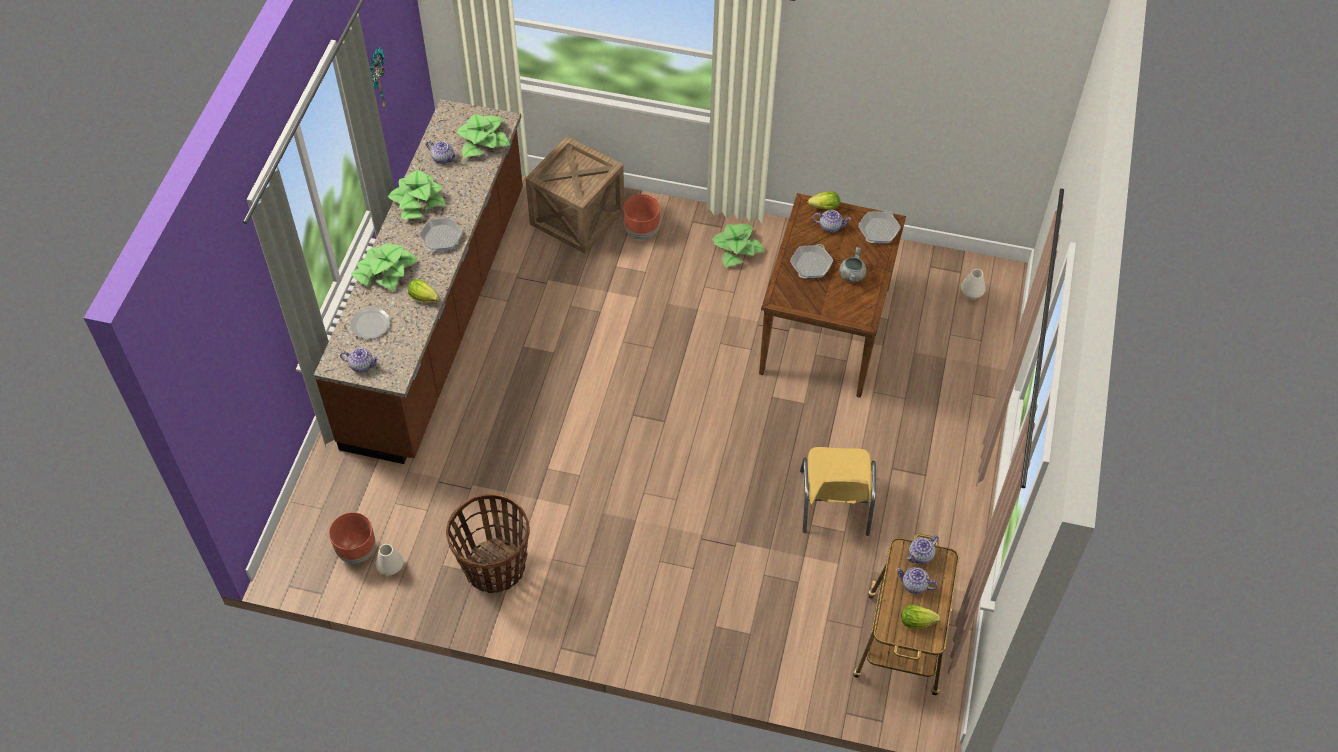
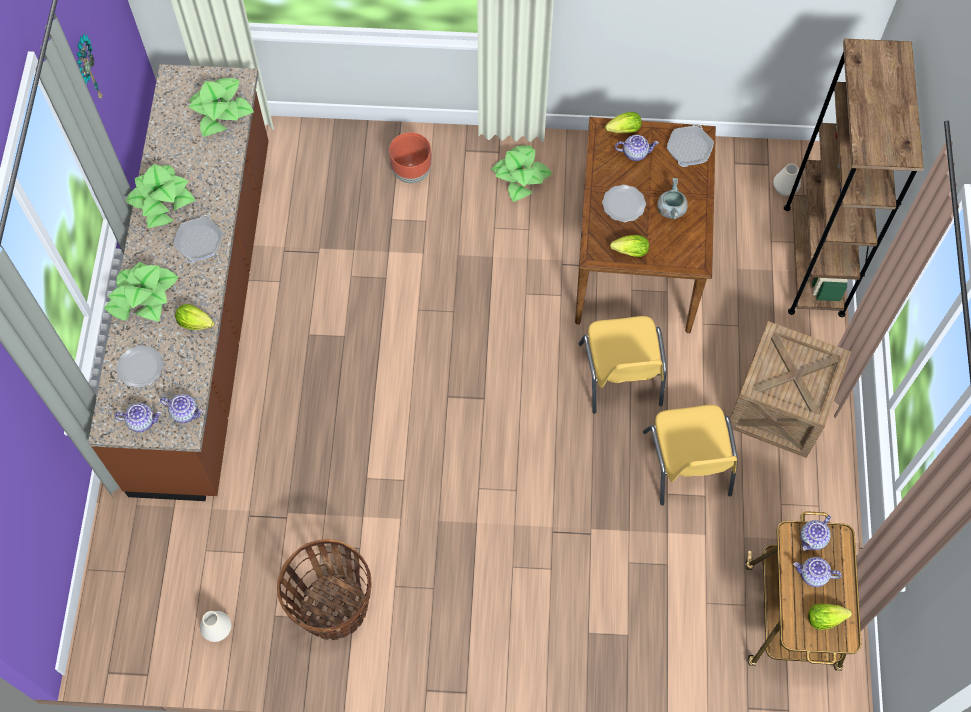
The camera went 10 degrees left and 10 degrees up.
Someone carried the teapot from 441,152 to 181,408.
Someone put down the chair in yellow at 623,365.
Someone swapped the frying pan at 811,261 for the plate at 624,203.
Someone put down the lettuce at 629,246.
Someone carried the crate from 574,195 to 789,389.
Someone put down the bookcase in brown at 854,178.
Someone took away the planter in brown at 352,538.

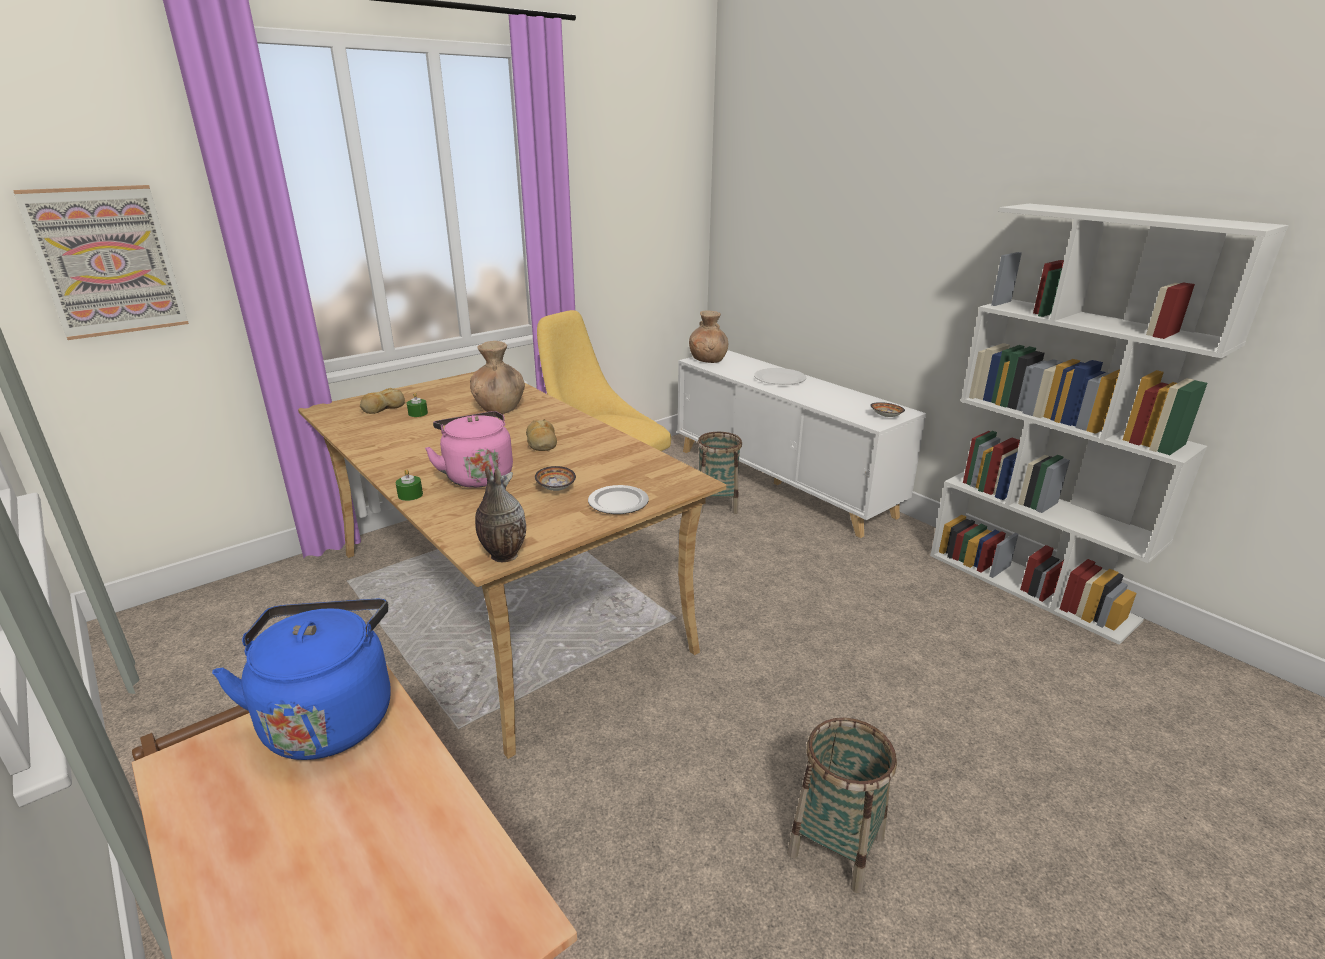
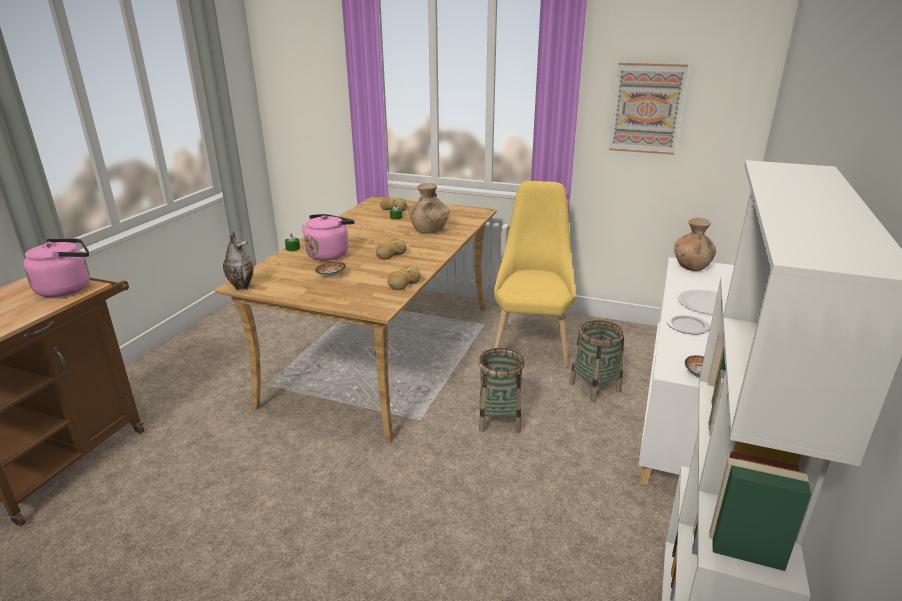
The camera went 60 degrees right and 0 degrees up.
Someone repainted the kettle in blue at 301,679, which became the kettle in pink at 56,267.
Someone put down the bread at 404,277.
Someone carried the basket from 842,805 to 501,390.
Someone carried the picture from 101,262 to 648,109.
Someone carried the plate from 618,499 to 688,324.

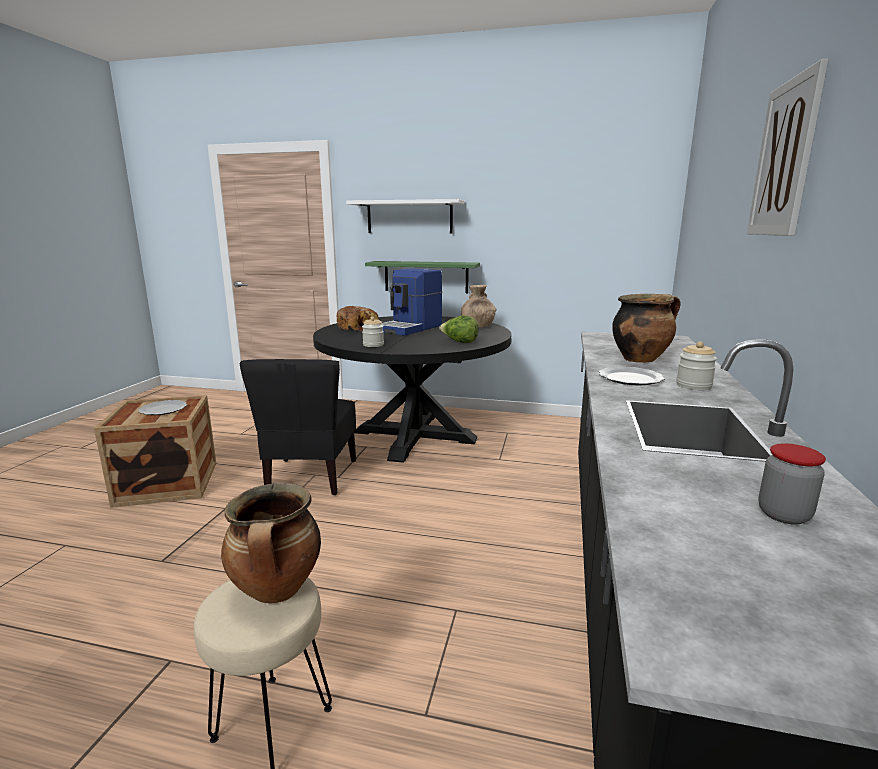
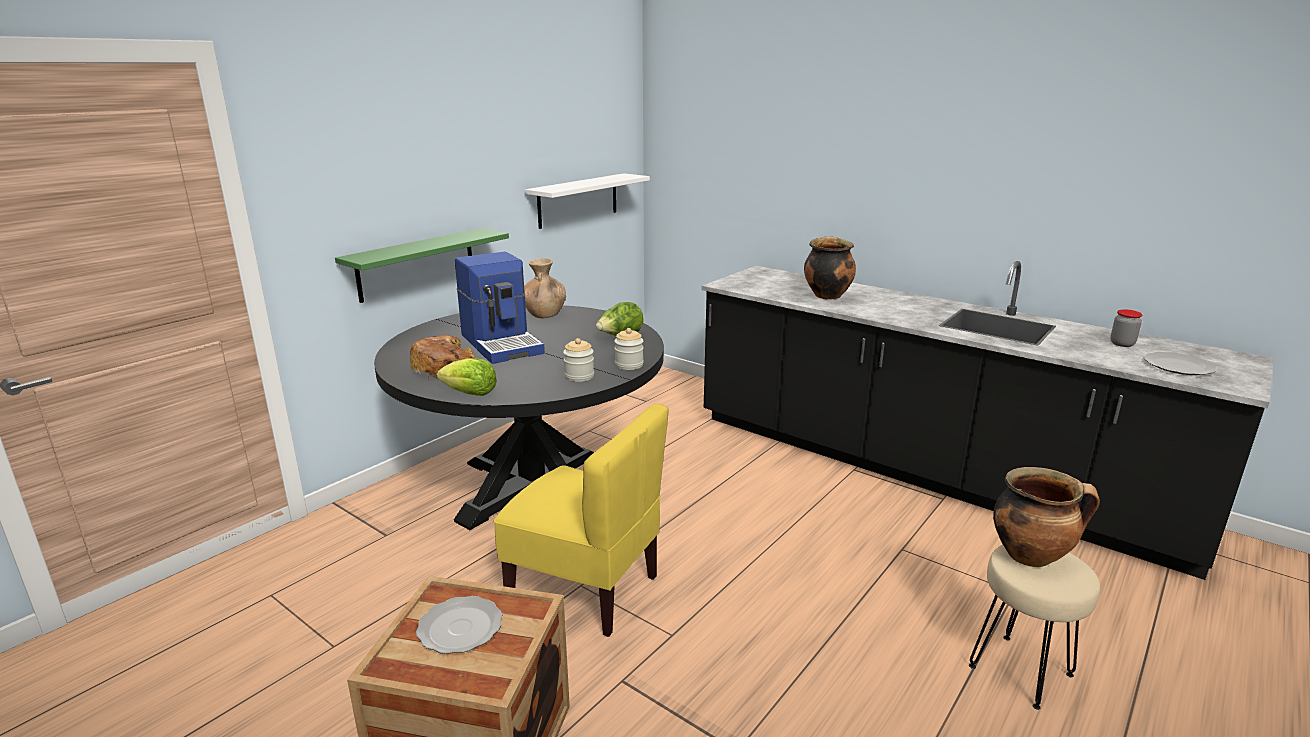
The camera went 65 degrees left and 5 degrees up.
Someone put down the lettuce at 467,377.
Someone repainted the chair in black at 298,427, which became the chair in yellow at 581,520.
Someone carried the shelf in white from 405,216 to 587,201.
Someone carried the jar from 696,366 to 629,349.
Someone carried the plate from 632,376 to 1180,363.
Someone took away the picture at 787,147.

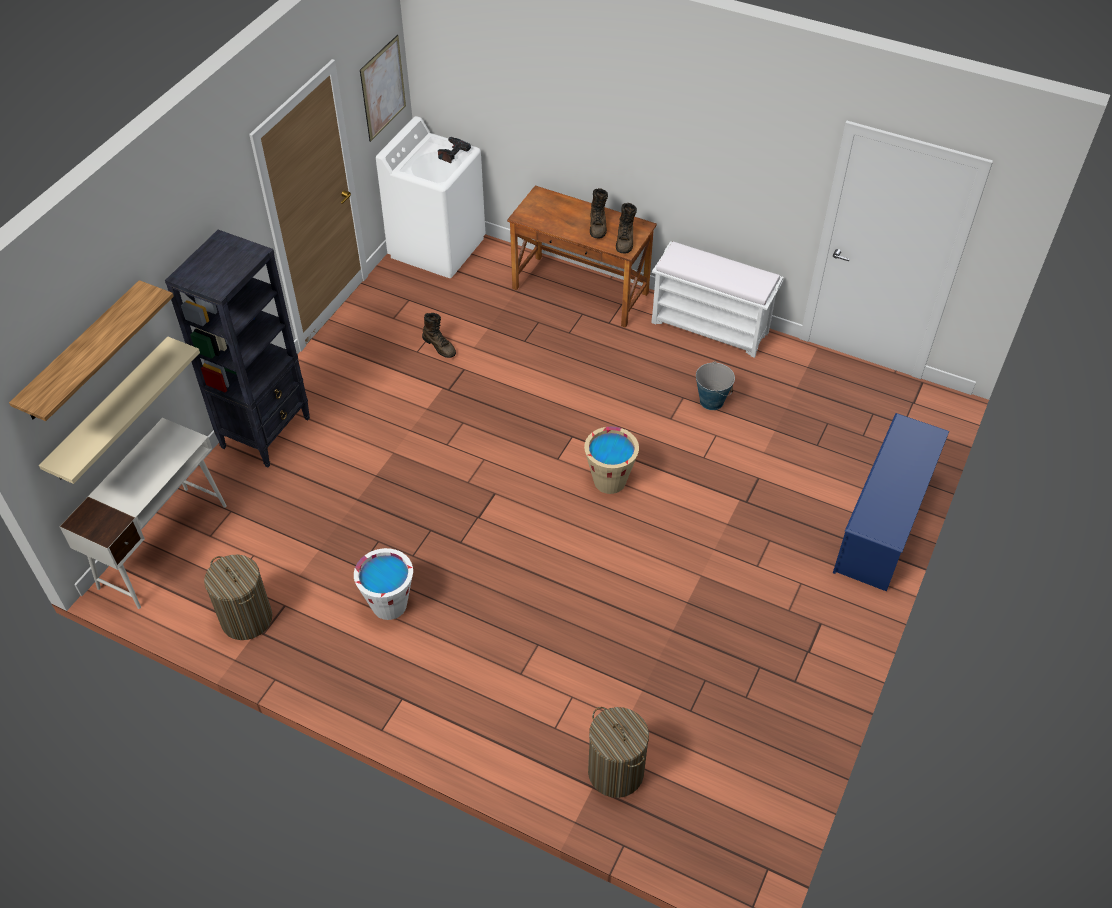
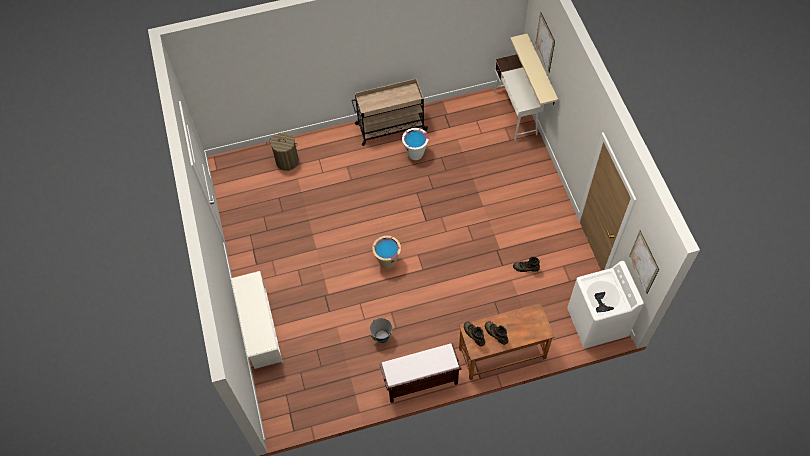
The camera went 140 degrees right and 10 degrees up.
Someone repainted the shoe rack in blue at 891,502, which became the shoe rack in white at 257,320.
Someone put down the cart in beige at 389,112.
Someone repainted the bench in white at 717,299, which became the bench in brown at 420,373.
Someone swapped the shelf at 91,350 for the picture at 545,42.
Someone took away the bookcase in black at 237,348.
Someone took away the laundry basket at 238,597.

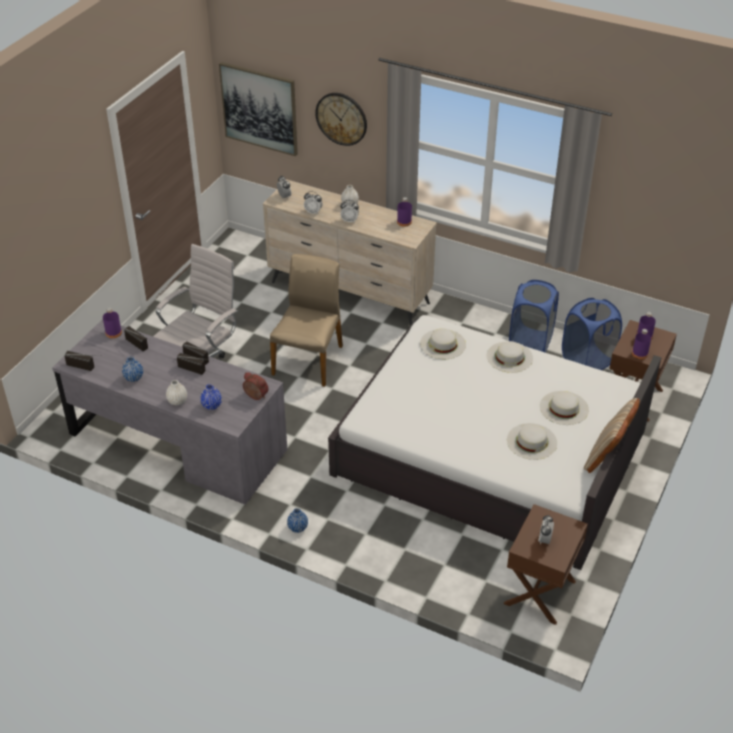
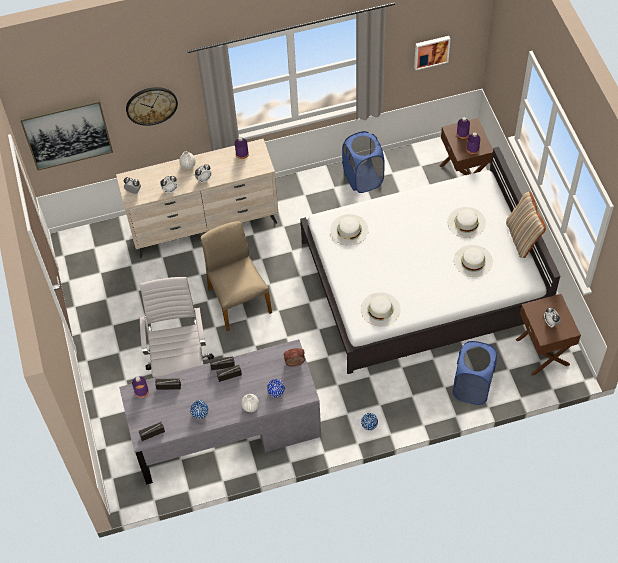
The camera went 40 degrees left and 15 degrees up.
Someone carried the hat in white from 509,357 to 380,309.
Someone put up the picture at 432,53.
Someone carried the laundry basket in blue from 592,334 to 475,373.

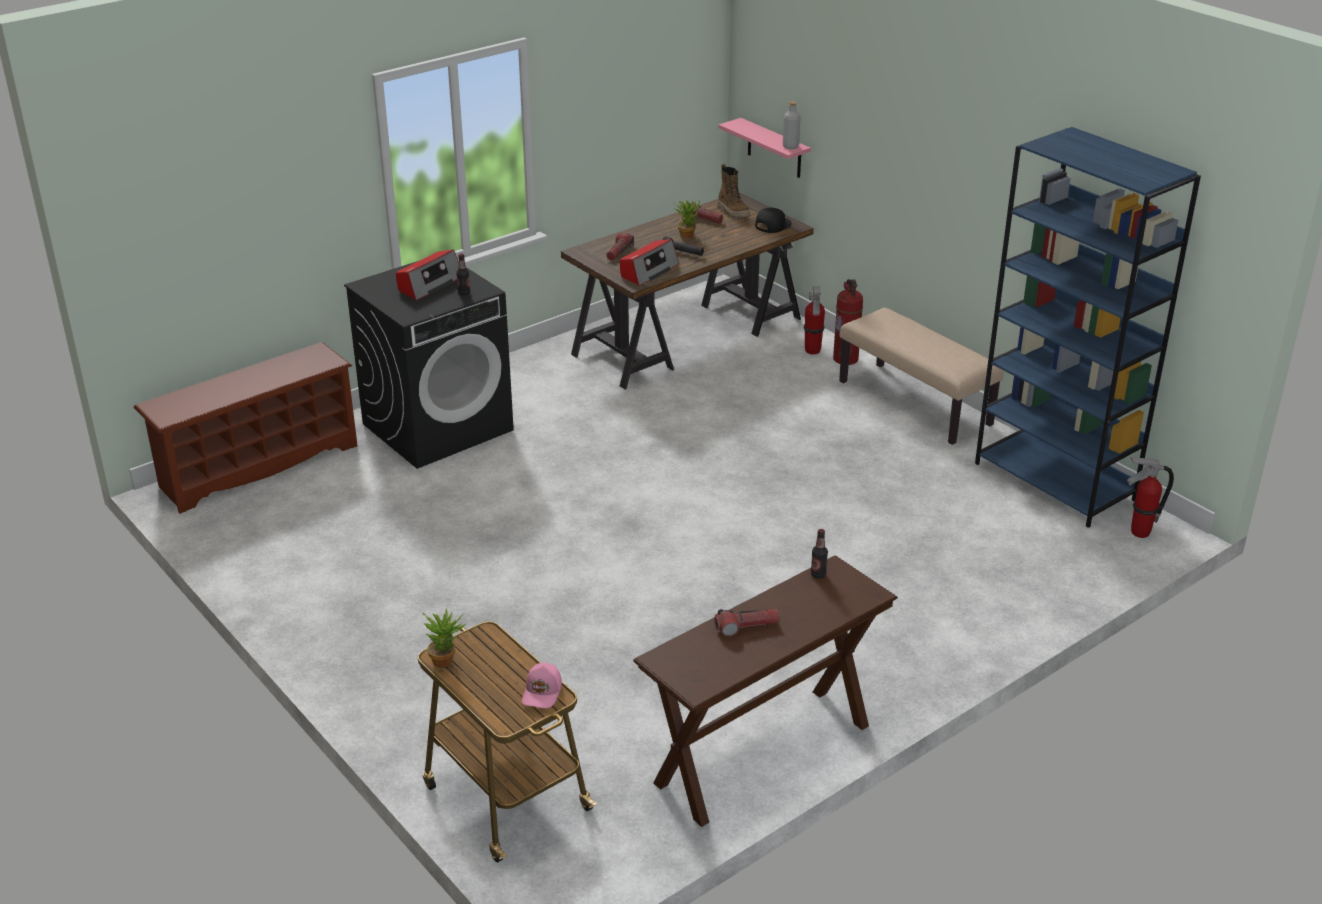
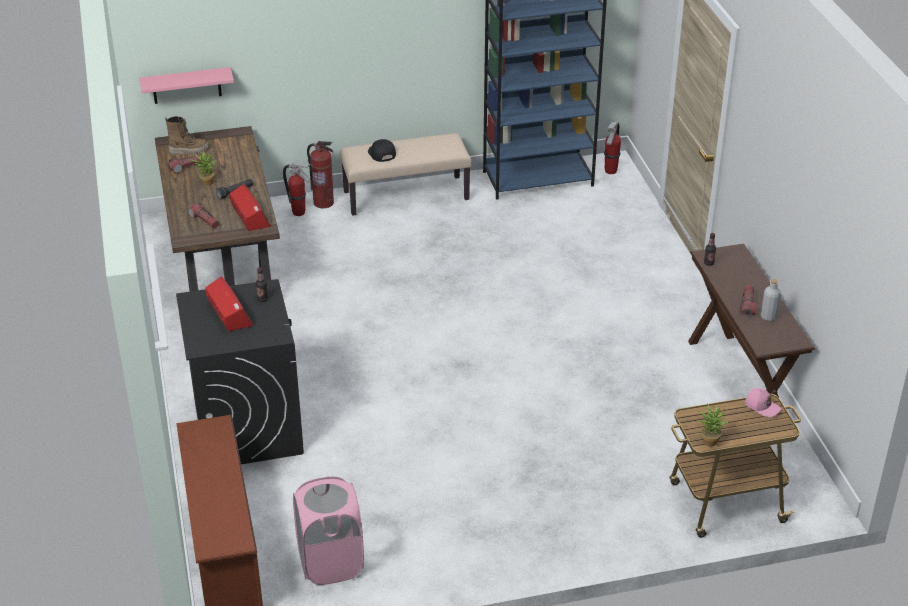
The camera went 65 degrees left and 5 degrees up.
Someone put down the laundry basket in pink at 328,530.
Someone carried the cap in black from 773,220 to 382,150.
Someone carried the bottle in grey from 792,125 to 771,300.

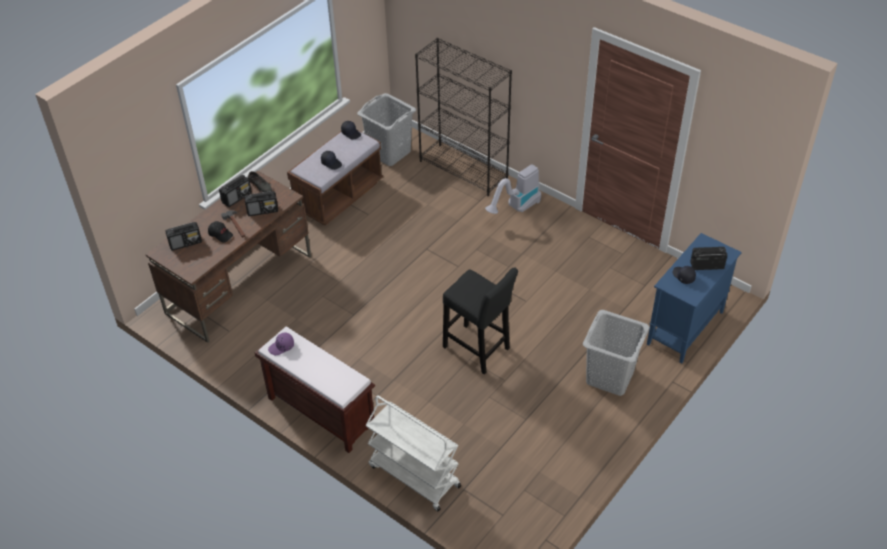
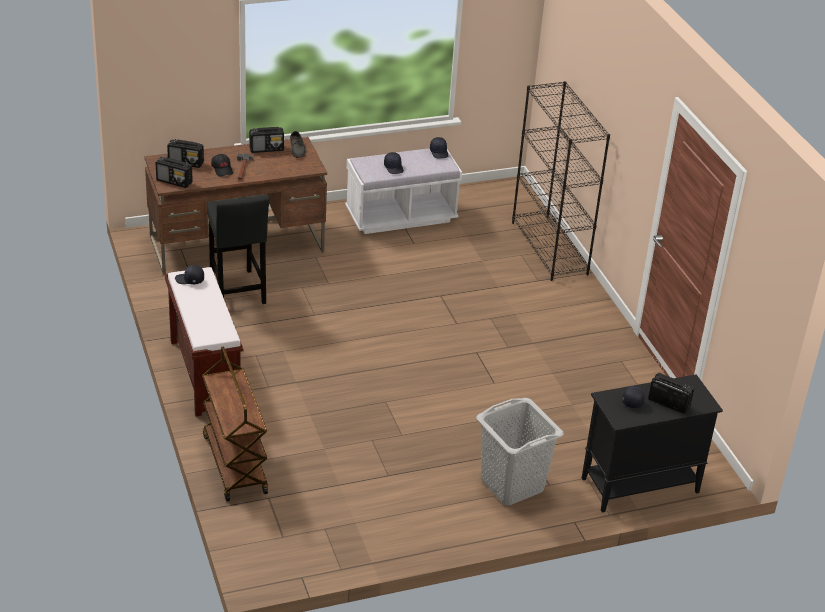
The camera went 30 degrees right and 10 degrees down.
Someone carried the radio from 261,203 to 174,172.
Someone repainted the cap in purple at 281,344, which became the cap in black at 189,274.
Someone repainted the cart in white at 413,453, which became the cart in brown at 235,423.
Someone carried the stool in black from 480,320 to 238,249.
Someone repainted the bench in brown at 335,178, which became the bench in white at 403,191.
Someone repainted the cabinet in blue at 694,298, which became the cabinet in black at 652,443.
Someone took away the laundry basket in grey at 386,129.
Someone took away the vacuum cleaner at 513,189.

